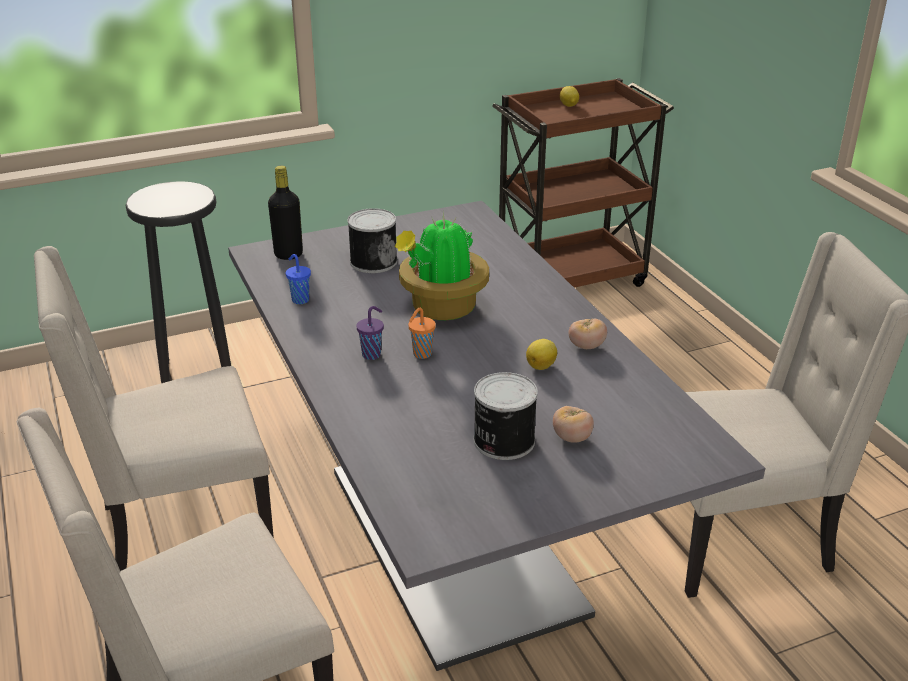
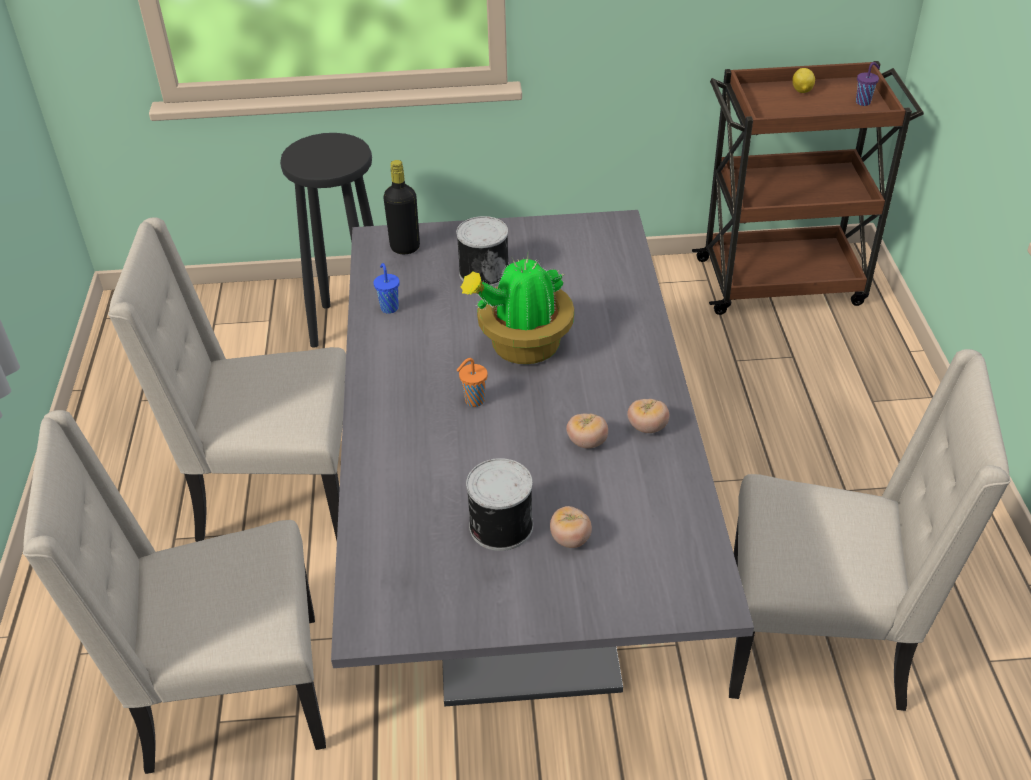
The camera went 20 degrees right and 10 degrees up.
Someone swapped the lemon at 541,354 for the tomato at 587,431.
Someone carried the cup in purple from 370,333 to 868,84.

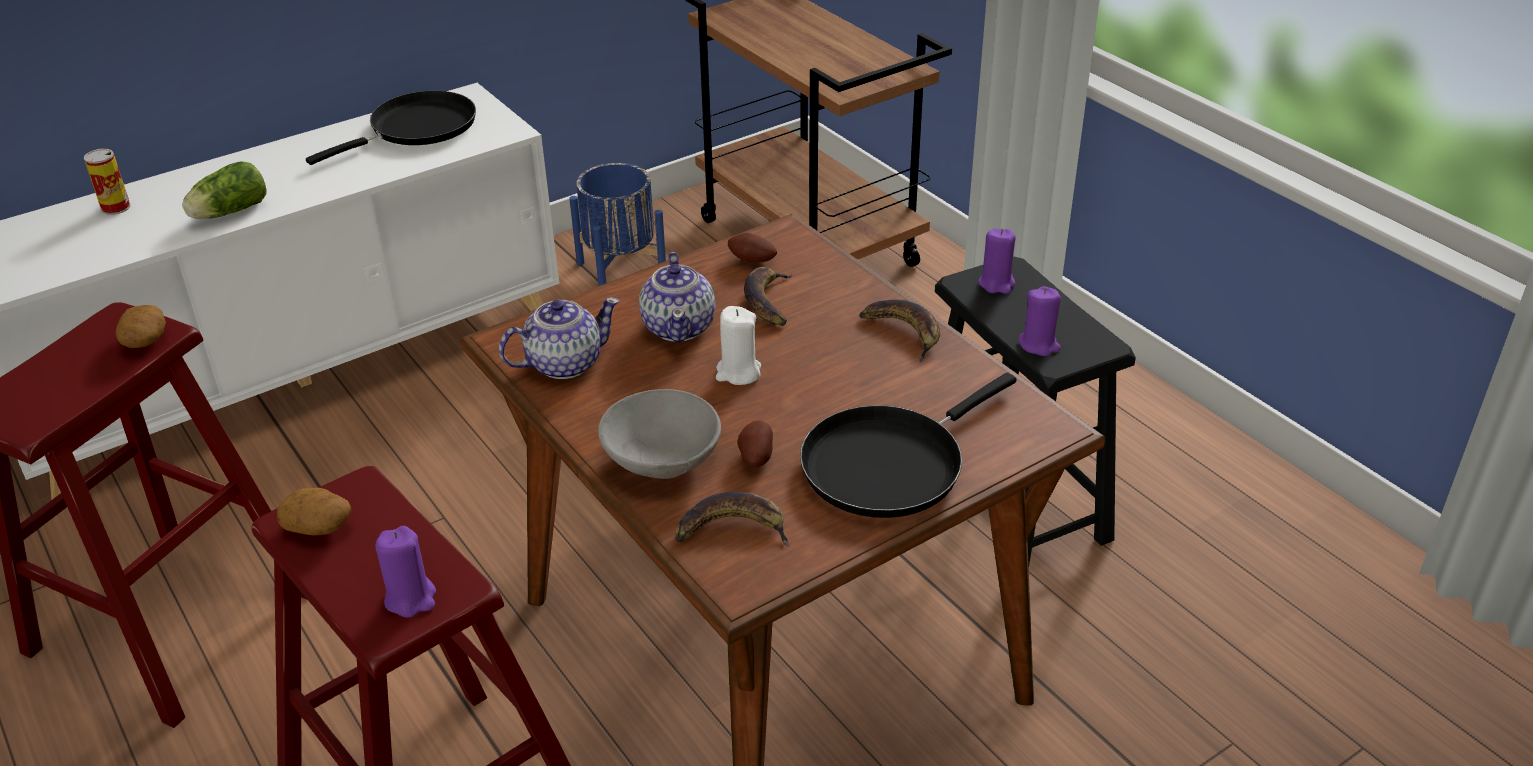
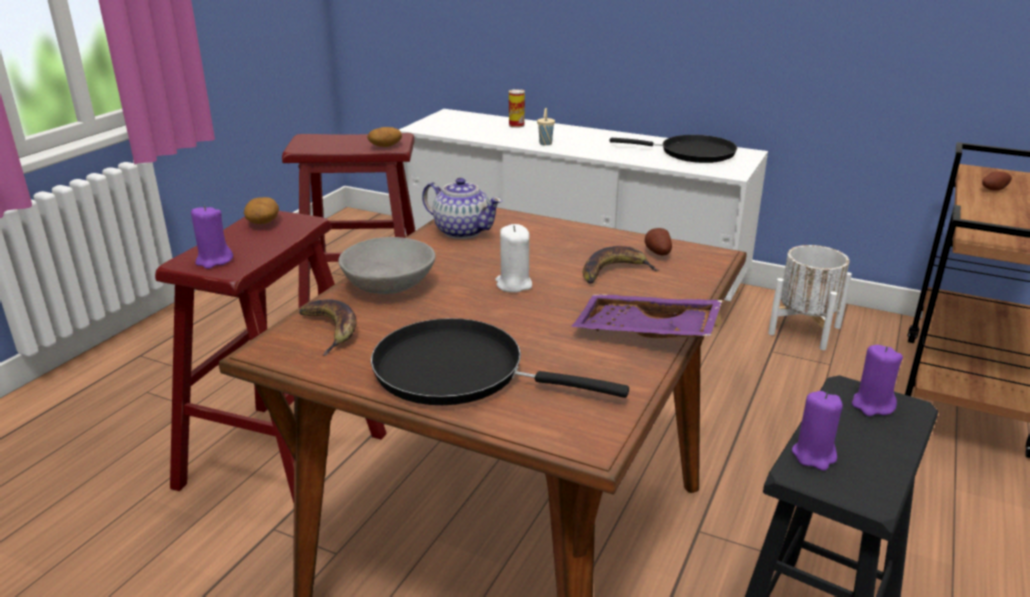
The camera went 60 degrees right and 10 degrees down.
Someone swapped the lettuce at 224,190 for the cup in beige at 546,126.
Someone swapped the banana at 899,331 for the tray in purple at 647,316.
Someone repainted the planter in blue at 617,224, which became the planter in white at 810,297.
Someone carried the potato from 755,443 to 997,181.
Someone took away the teapot at 677,297.

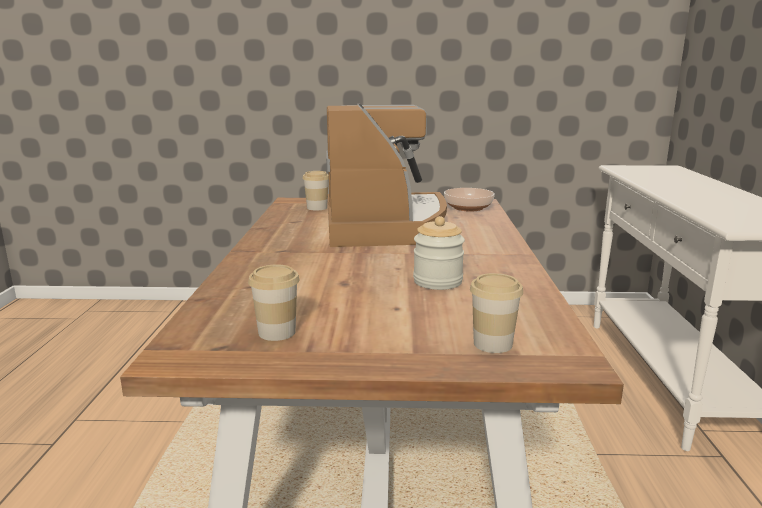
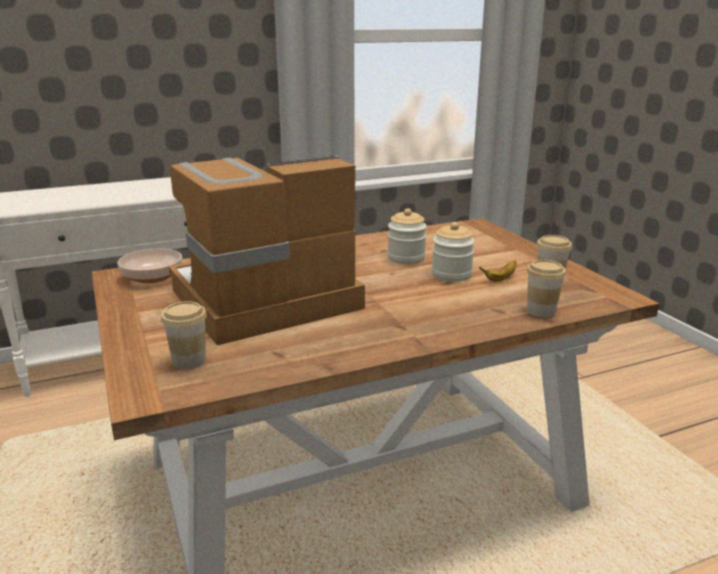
The camera went 115 degrees left and 5 degrees up.
Someone put down the jar at 453,252.
Someone put down the banana at 498,270.
Someone carried the cup from 496,313 to 546,288.

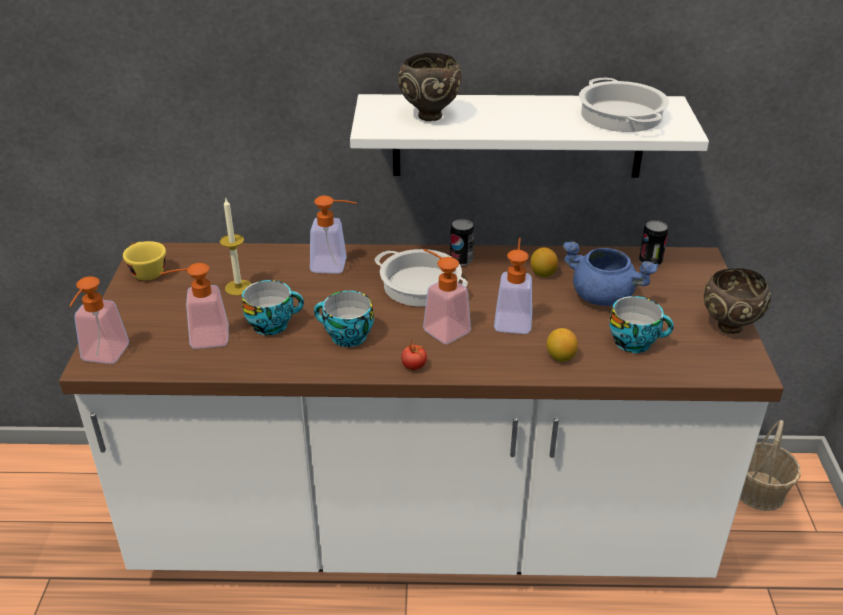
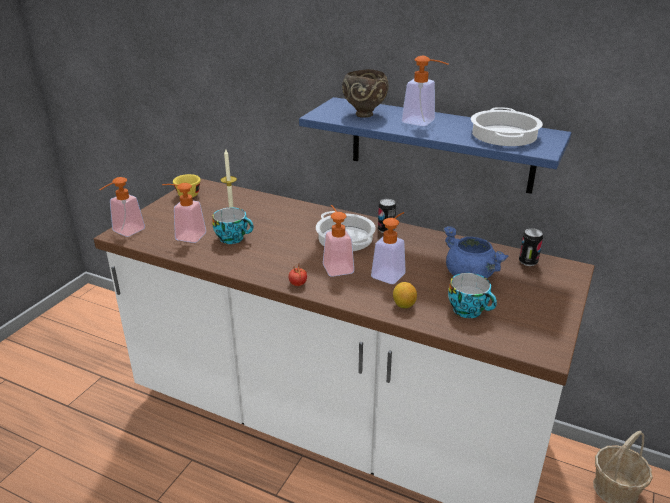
The camera went 25 degrees right and 5 degrees down.
Someone repainted the shelf in white at 529,136, which became the shelf in blue at 435,145.
Someone carried the soap dispenser from 333,235 to 425,91.
Someone took away the cup at 344,319.
Someone took away the lemon at 544,262.
Someone took away the bowl in brown at 737,301.

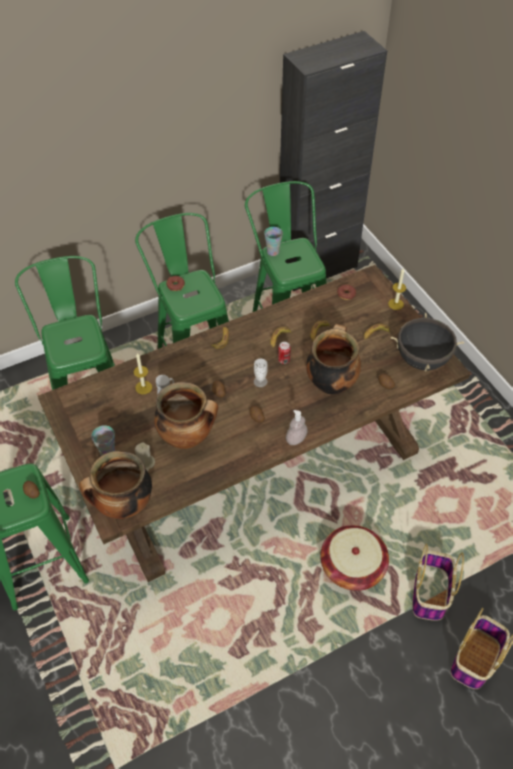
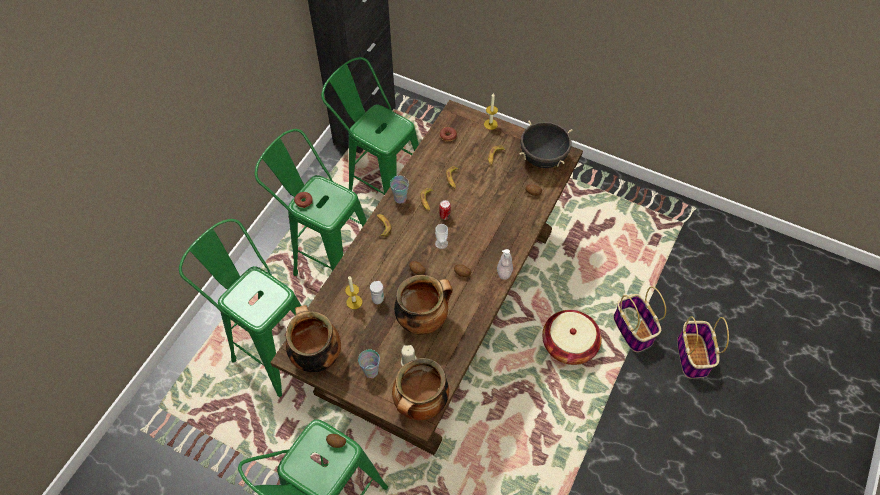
The camera went 35 degrees left and 5 degrees up.
Someone carried the cooking pot from 333,359 to 313,338.
Someone carried the cup from 273,241 to 399,189.

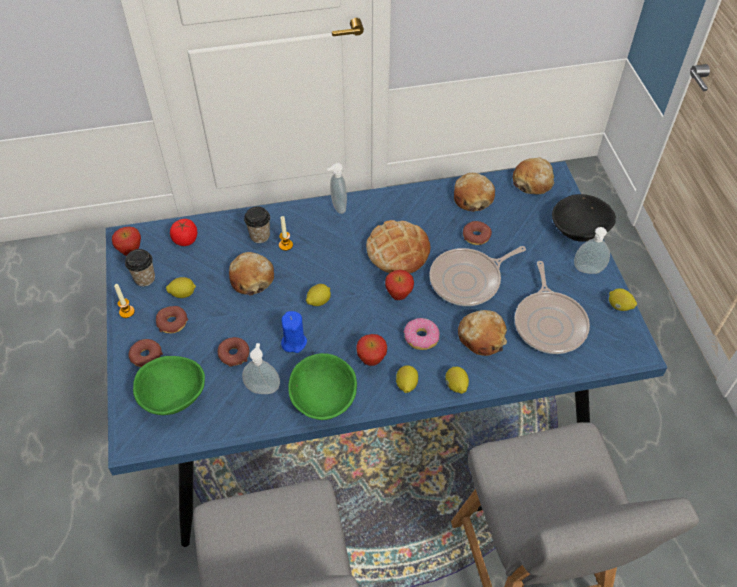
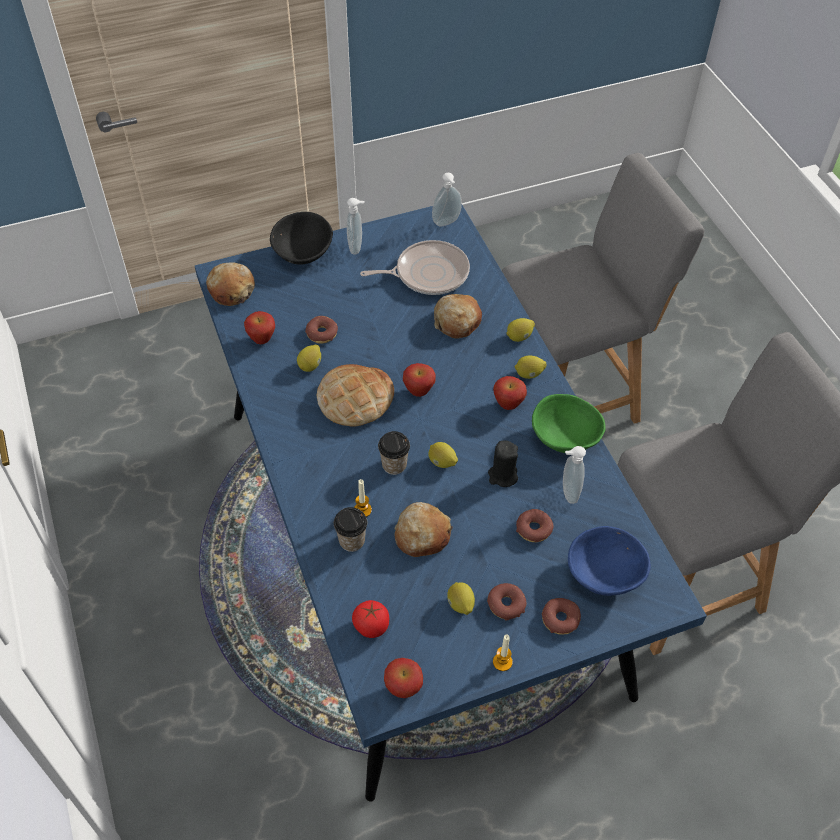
The camera went 100 degrees left and 0 degrees up.
Someone swapped the bread at 474,192 for the apple at 259,327.
Someone carried the lemon from 623,299 to 309,358.
Someone carried the cup from 140,268 to 394,453.
Someone carried the soap dispenser from 337,188 to 447,199.
Someone repainted the candle in blue at 294,332, which became the candle in black at 503,464.
Someone repainted the bowl in green at 169,385, which became the bowl in blue at 609,561.
Someone took away the donut at 422,334.
Someone took away the frying pan at 477,276.

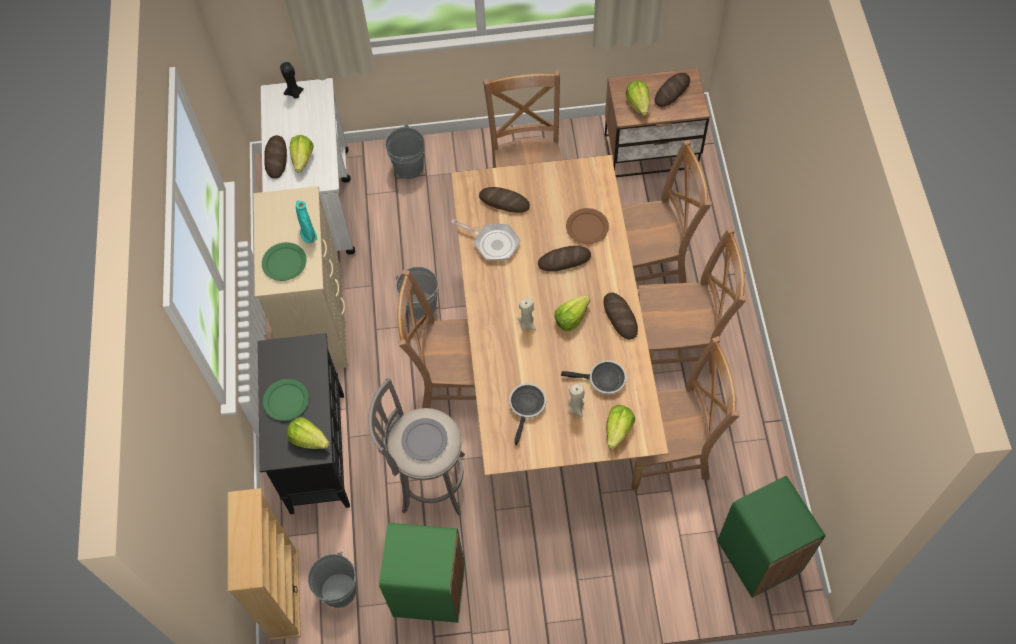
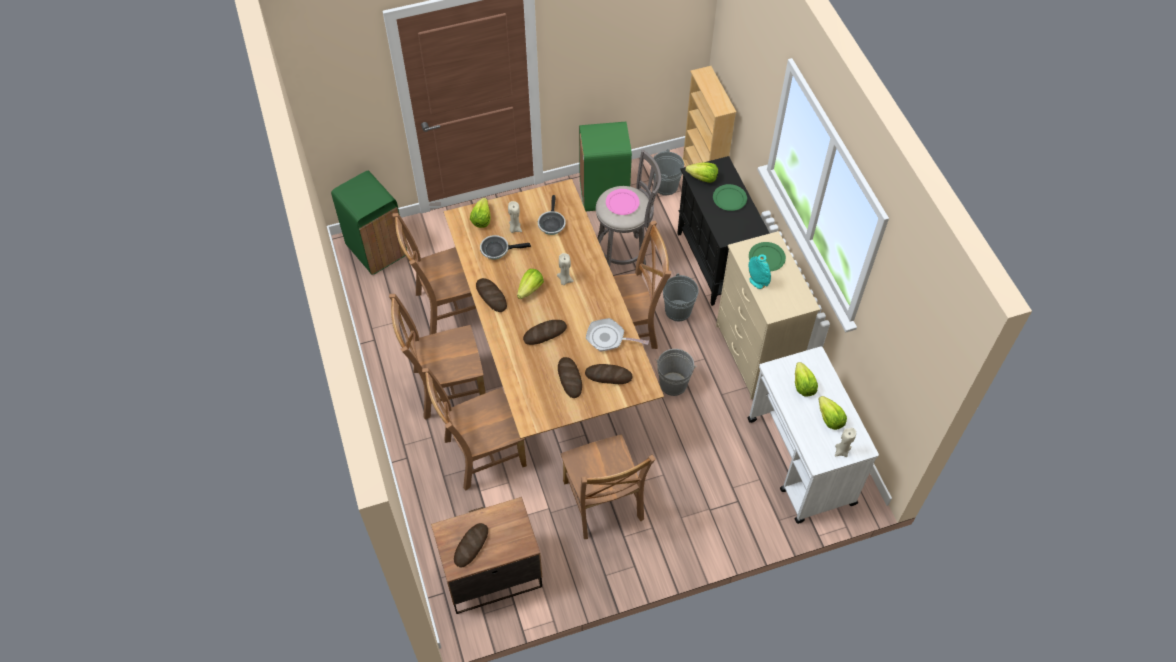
The camera went 165 degrees right and 5 degrees down.
Someone carried the bread from 275,157 to 570,377.
Someone repainted the plate in grey at 424,439, which became the plate in pink at 623,202.
Someone carried the bucket in grey from 405,151 to 681,297.
Someone carried the lettuce from 638,98 to 833,413.
Someone repainted the candle in black at 292,80, which became the candle in beige at 845,442.
Someone took away the plate in brown at 587,226.

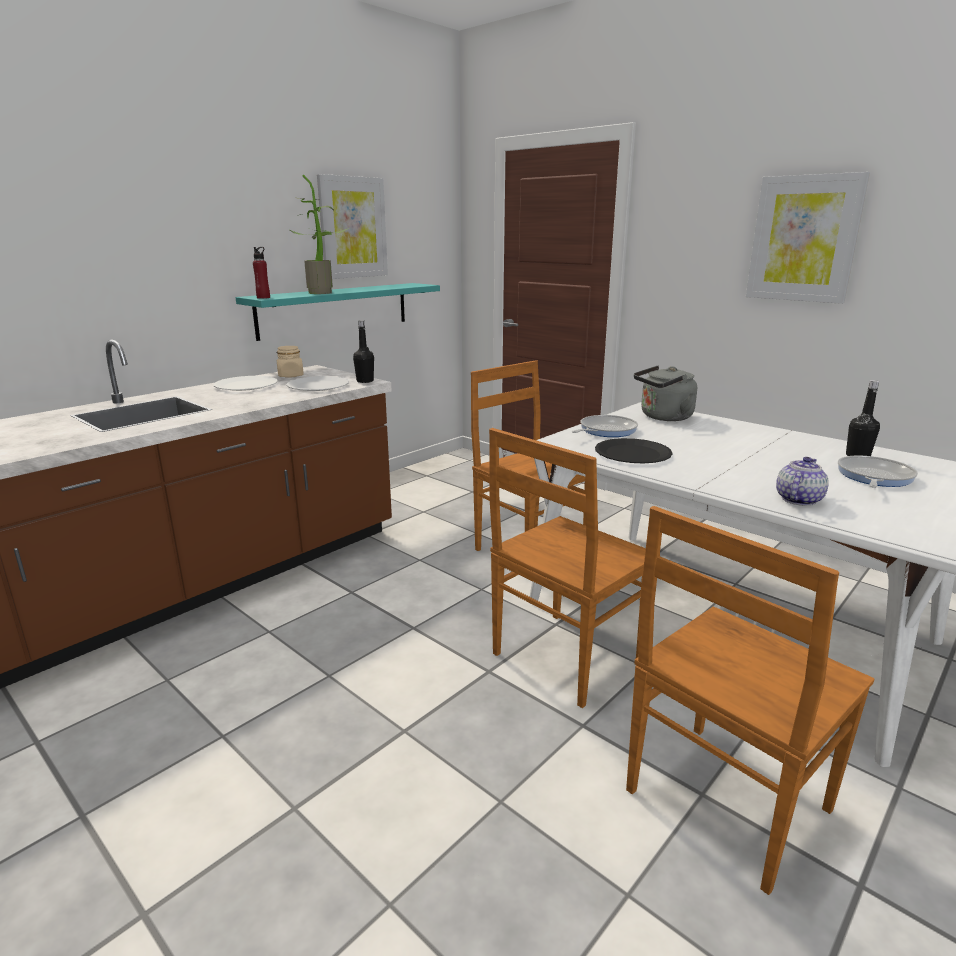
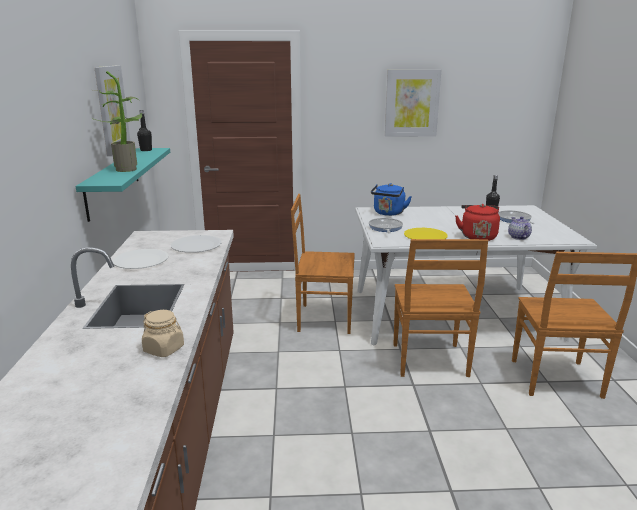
The camera went 45 degrees left and 0 degrees up.
Someone carried the bottle in black from 363,351 to 144,130.
Someone carried the jar in beige from 290,362 to 163,333.
Someone repainted the kettle in grey at 665,393, which became the kettle in blue at 391,199.
Someone repainted the plate in black at 634,451, which became the plate in yellow at 426,233.
Someone put down the kettle in red at 477,222.
Someone took away the bottle in red at 261,273.

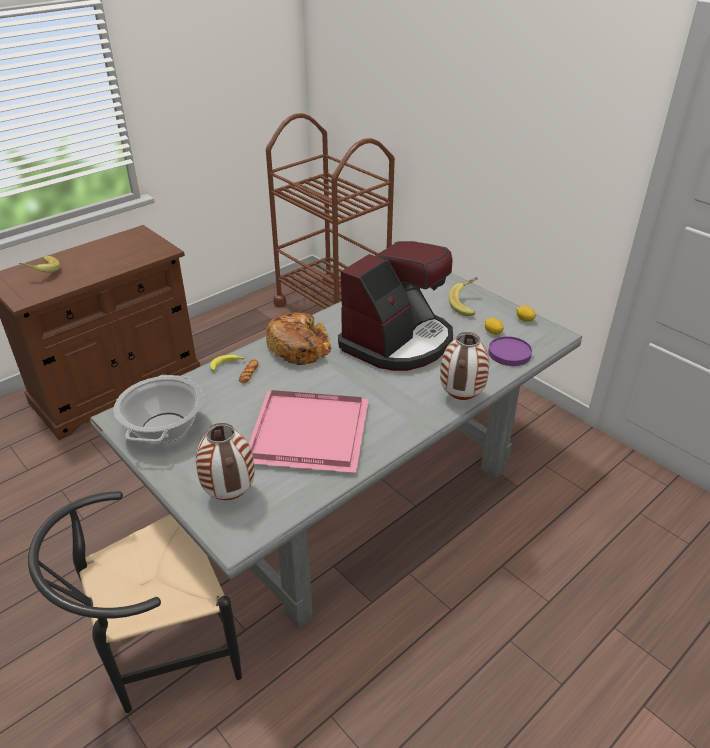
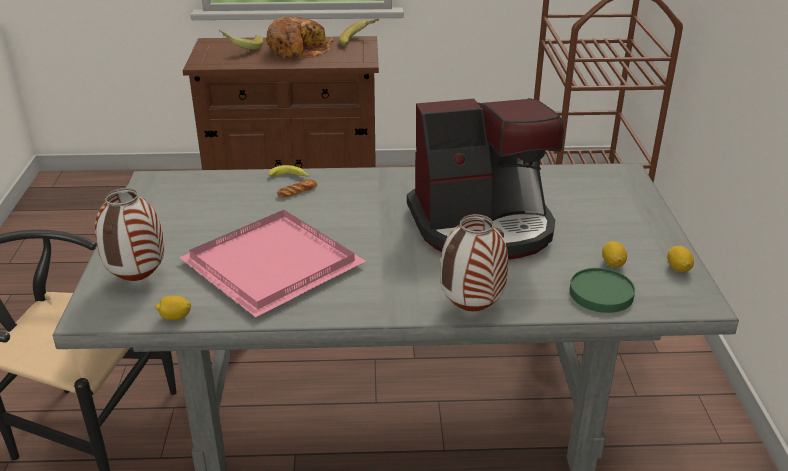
The camera went 40 degrees right and 5 degrees down.
Someone put down the lemon at 173,307.
Someone carried the bread from 299,338 to 300,37.
Someone carried the banana from 463,296 to 359,32.
Someone repainted the plate in purple at 510,351, which became the plate in green at 602,290.
Someone took away the cooking pot at 158,409.

